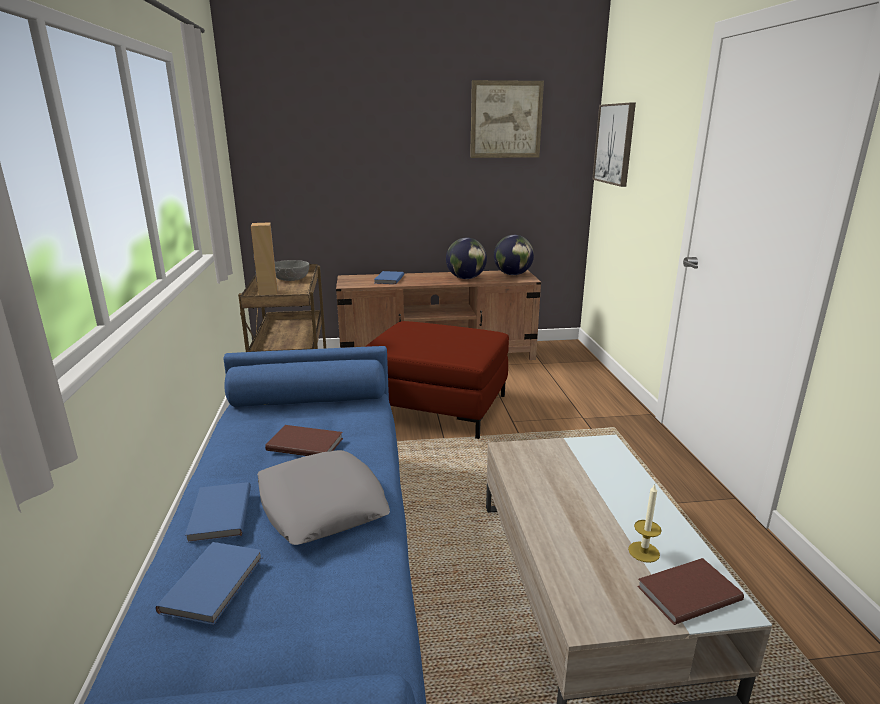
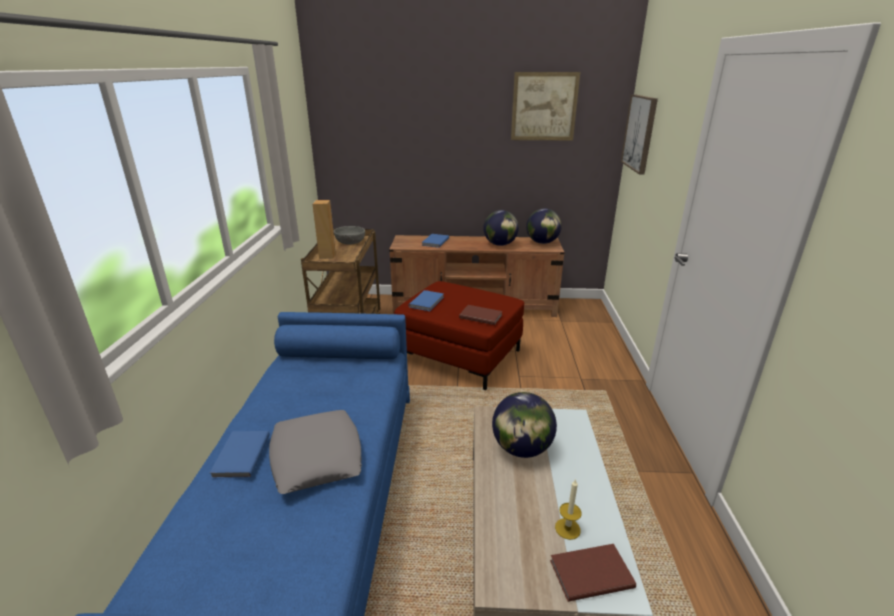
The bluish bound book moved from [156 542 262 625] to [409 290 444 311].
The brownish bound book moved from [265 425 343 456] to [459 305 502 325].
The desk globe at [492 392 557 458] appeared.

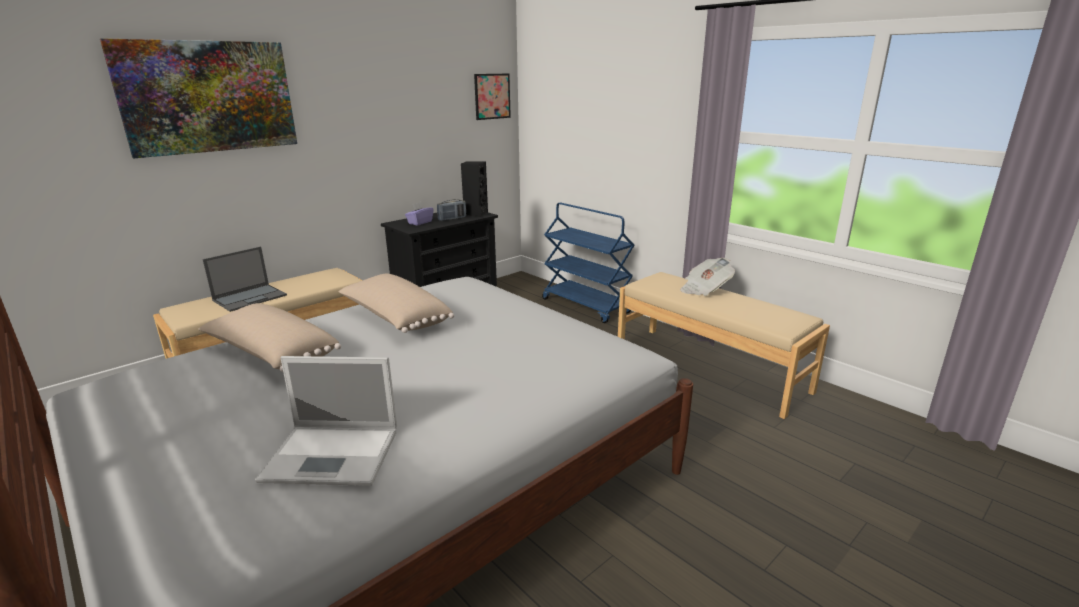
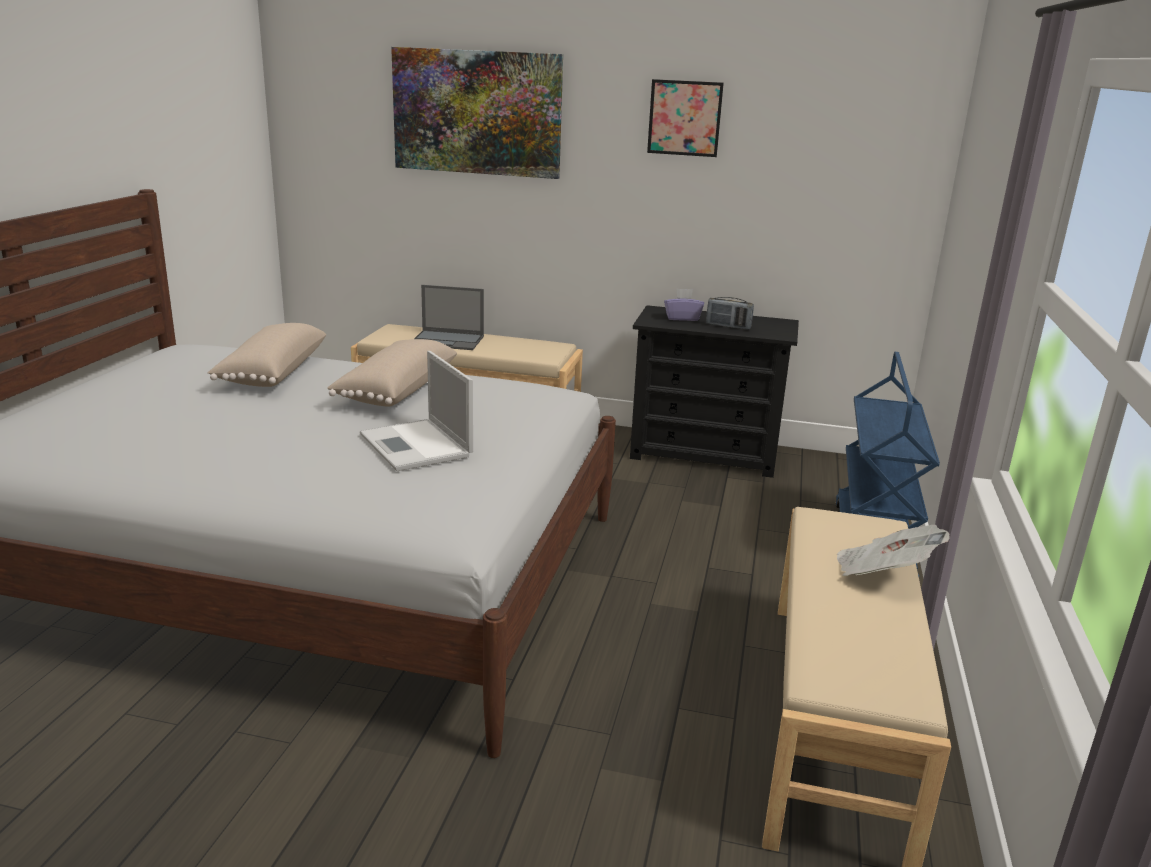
The laptop moved from [255 356 397 486] to [360 351 473 471].
The black-coloured audio speaker at [461 161 488 217] disappeared.
The wall art moved from [474 74 511 120] to [647 79 724 157].

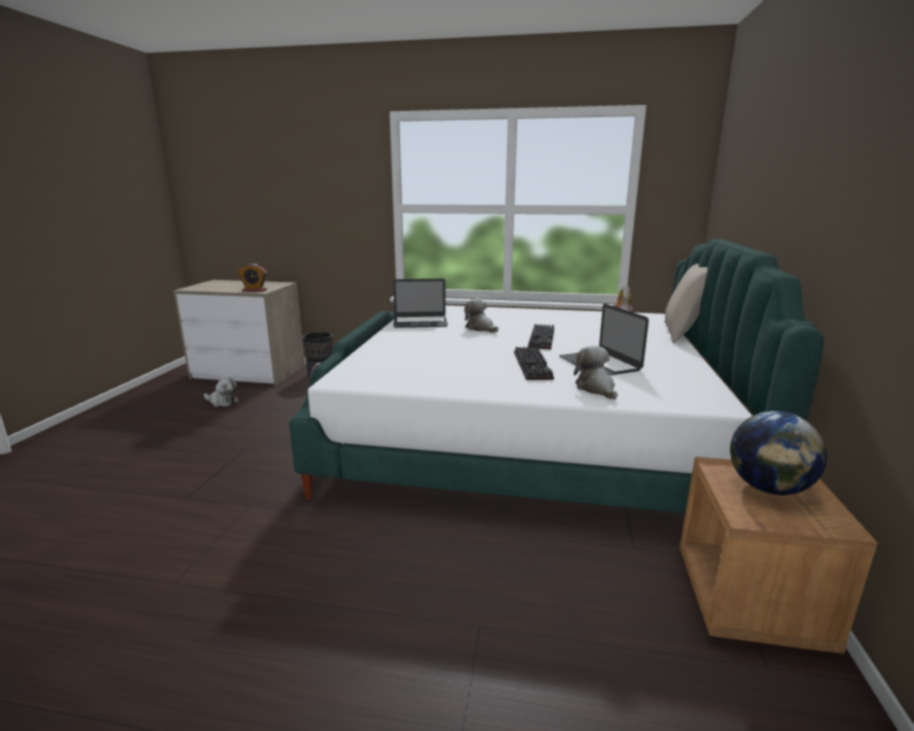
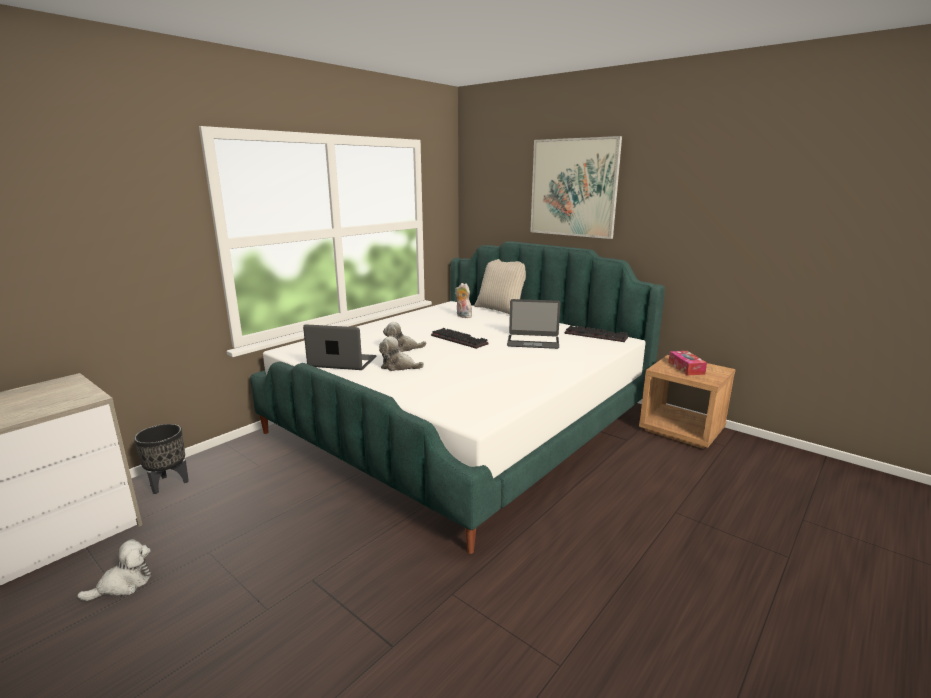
The alarm clock at [238 263 267 292] disappeared.
The laptop at [393 279 448 328] turned 105 degrees counterclockwise.
The keyboard moved from [514 347 554 380] to [564 325 628 342].
The plush toy moved from [574 345 618 400] to [379 336 424 371].
The desk globe at [730 411 827 495] was replaced by the box of tissues at [668 351 707 376].
The wall art at [530 136 622 239] appeared.

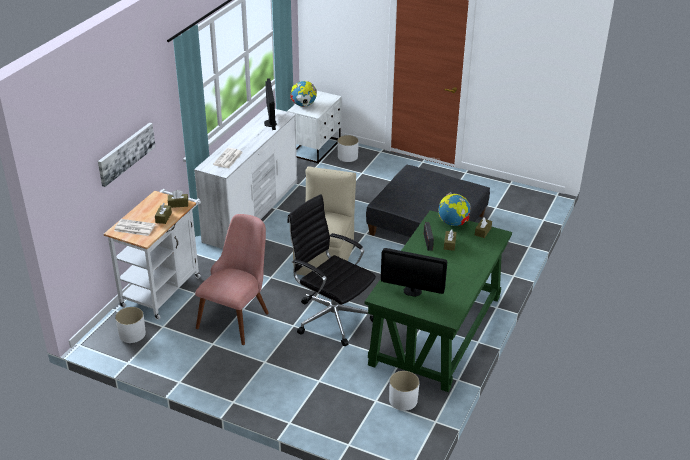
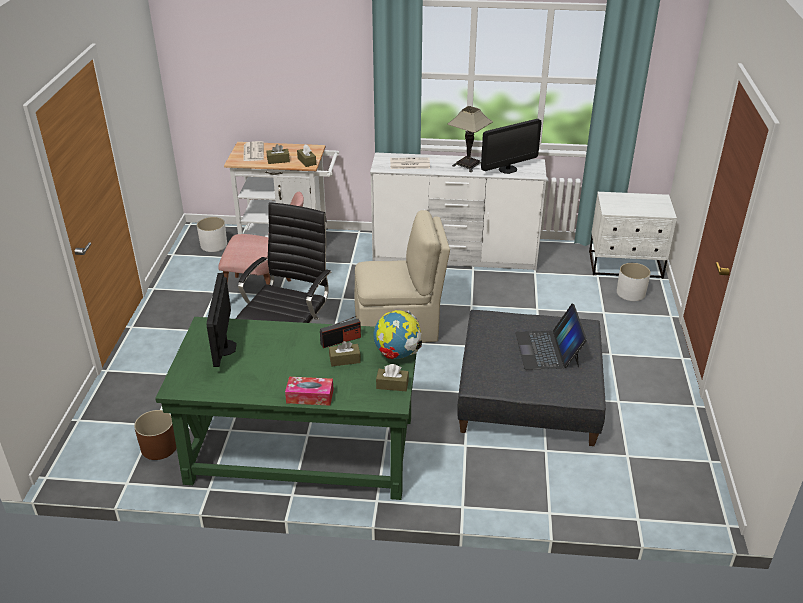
The wall art at [98 123 156 187] disappeared.
The desk globe at [290 81 317 107] disappeared.
The white-coloured plant pot at [389 371 420 411] became the brownish plant pot at [134 410 177 460].
The box of tissues at [285 377 334 406] appeared.
The table lamp at [447 106 493 173] appeared.
The laptop at [515 304 587 370] appeared.

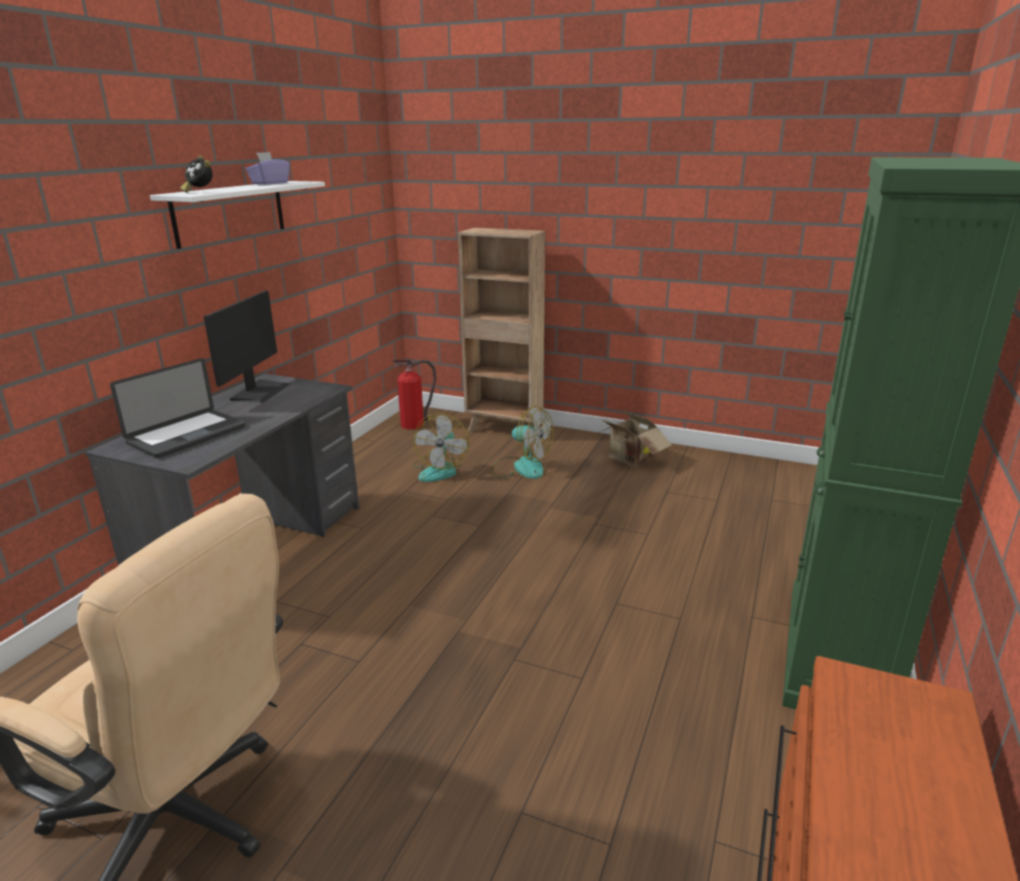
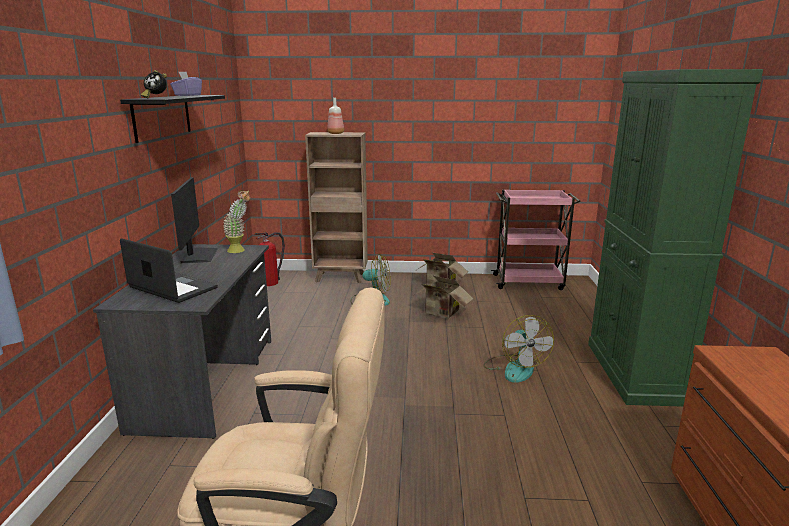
The laptop at [110 358 246 458] turned 75 degrees counterclockwise.
The white-coloured bracket shelf at [150 181 325 249] became the black-coloured bracket shelf at [120 95 225 143].
The electric fan moved from [413 413 469 482] to [483 315 554 383].
The houseplant at [223 190 251 253] appeared.
The bottle at [327 98 344 134] appeared.
The packing box at [413 276 474 319] appeared.
The pink trolley at [491 190 581 290] appeared.

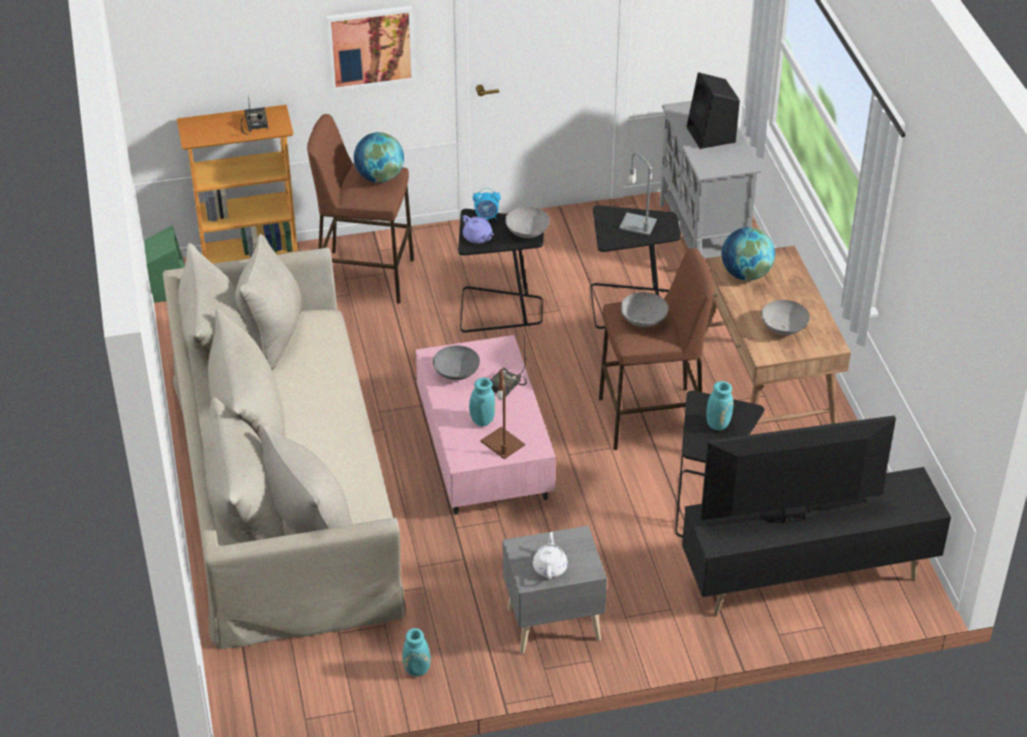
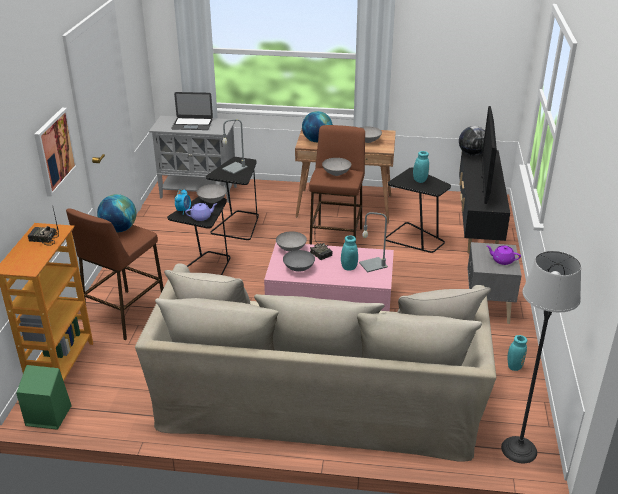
The brownish table lamp at [481 369 525 459] became the greyish table lamp at [359 212 388 272].
The white-coloured tea pot at [533 532 568 579] became the purple tea pot at [487 246 521 265].
The black-coloured audio speaker at [686 72 740 149] was replaced by the laptop at [171 92 213 130].
The greyish serving bowl at [276 231 307 252] appeared.
The desk globe at [459 126 485 156] appeared.
The floor lamp at [501 251 581 463] appeared.

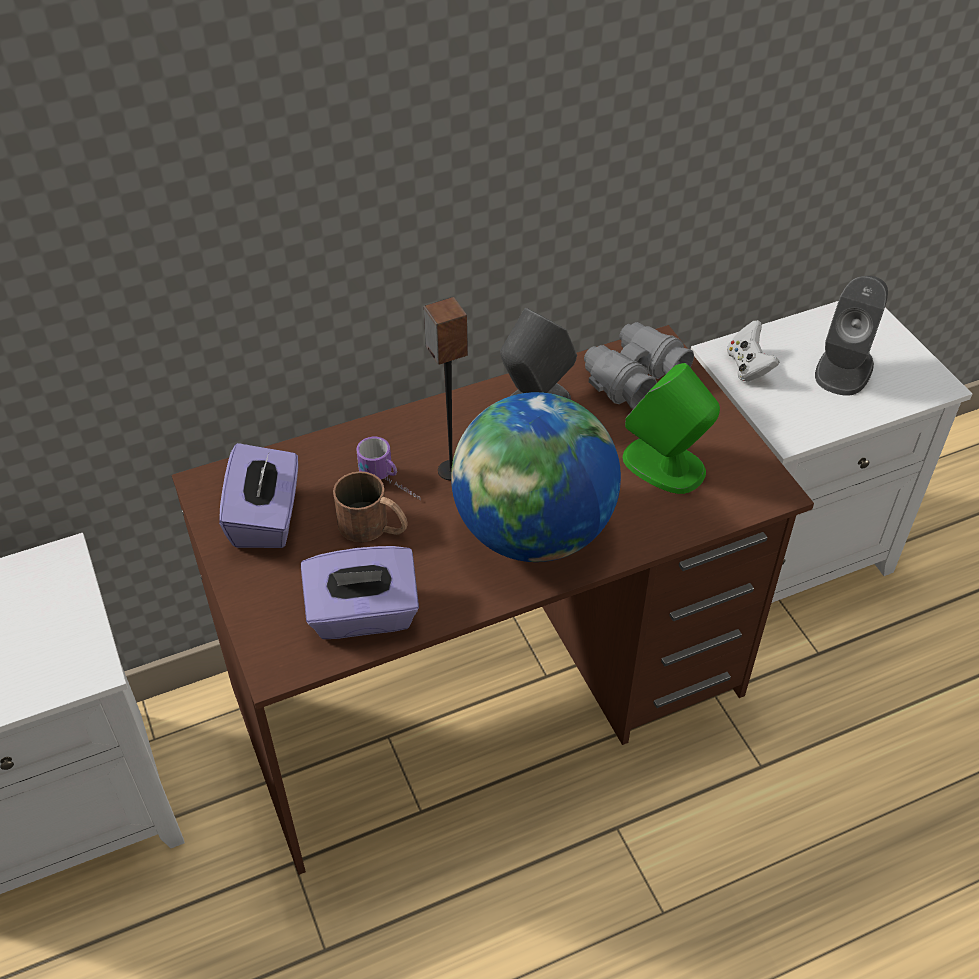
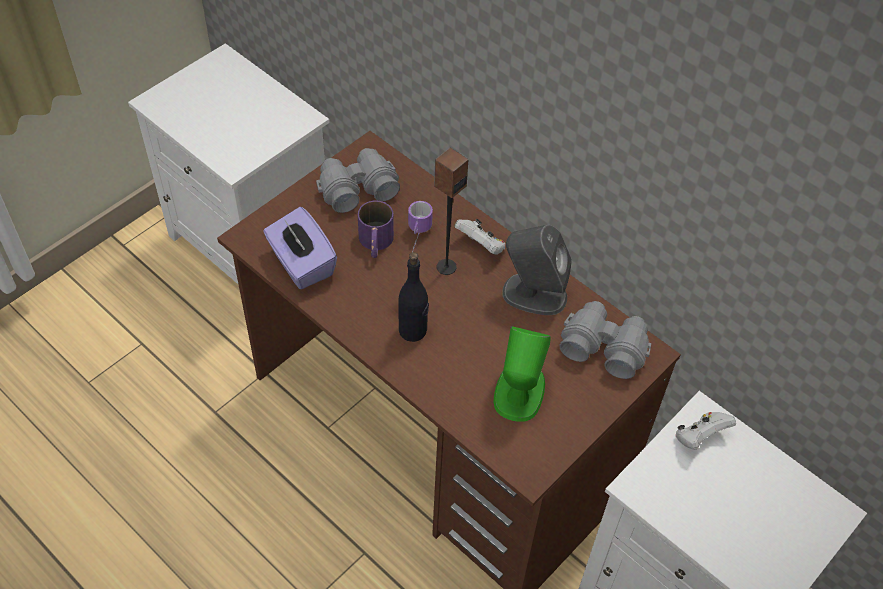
The purple box of tissues at [219 443 298 548] was replaced by the greyish pair of binoculars at [316 148 400 213].
The brownish coffee mug at [333 471 408 542] became the purple coffee mug at [358 200 394 258].
The desk globe at [451 392 621 562] was replaced by the black-coloured bottle at [399 252 429 342].
The greyish audio speaker at [815 276 888 396] disappeared.
The white-coloured gamepad at [454 219 505 255] appeared.

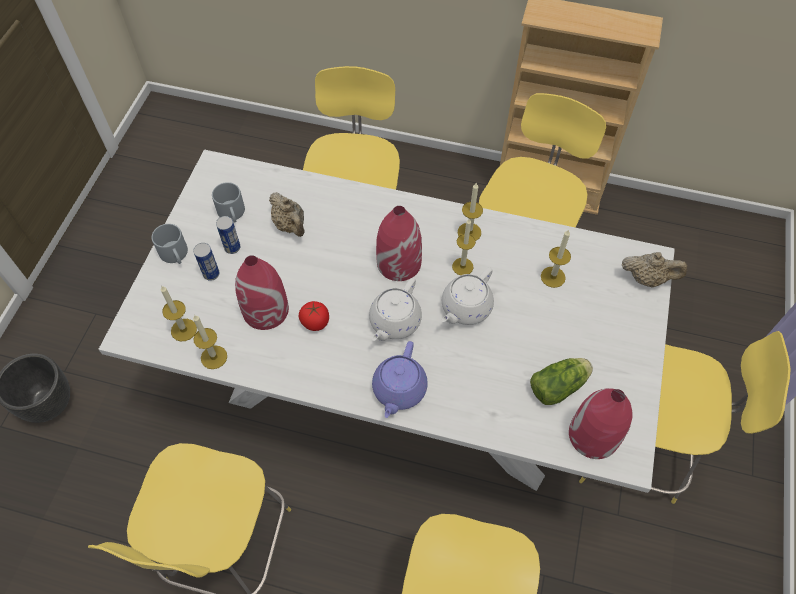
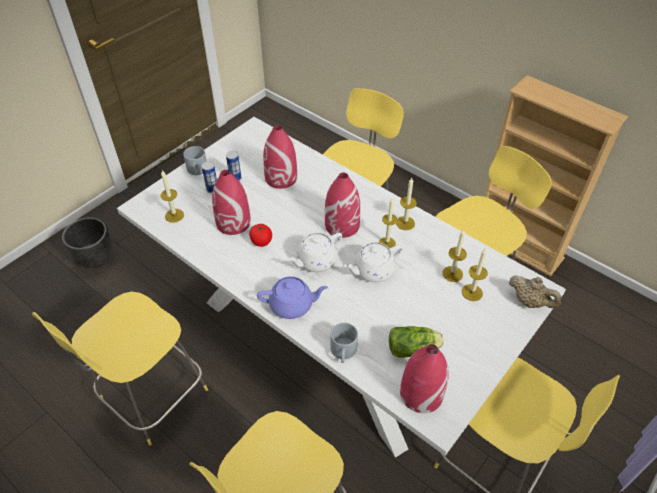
The candle moved from [193 315 227 369] to [462 248 488 301].
The greyish coffee mug moved from [212 182 245 223] to [330 323 358 363].
The sand-coloured tea pot at [269 192 305 237] was replaced by the reddish decorative vase at [263 125 297 189].
The purple tea pot at [372 341 428 418] turned 135 degrees counterclockwise.

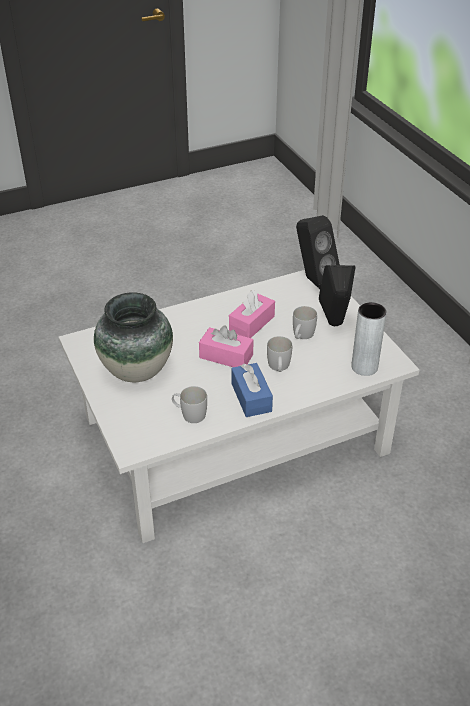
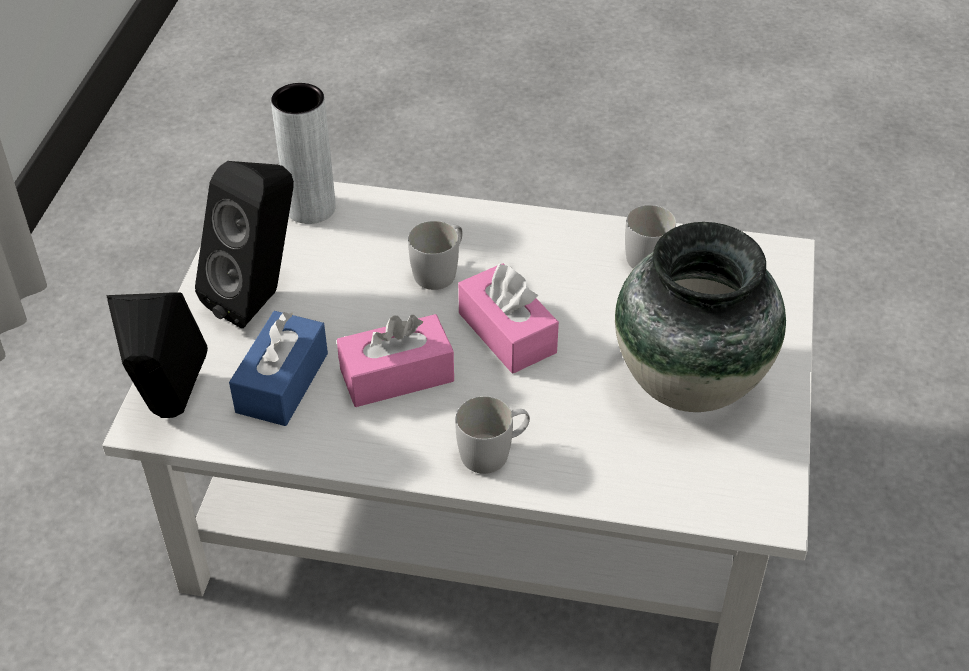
The bluish box of tissues moved from [231 363 273 417] to [229 311 328 426].
The white-coloured coffee mug moved from [293 306 317 339] to [455 396 530 474].

